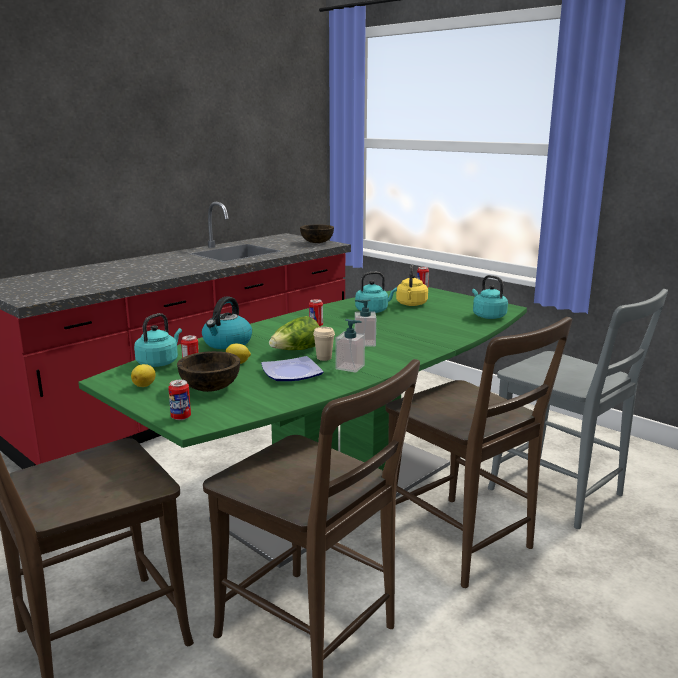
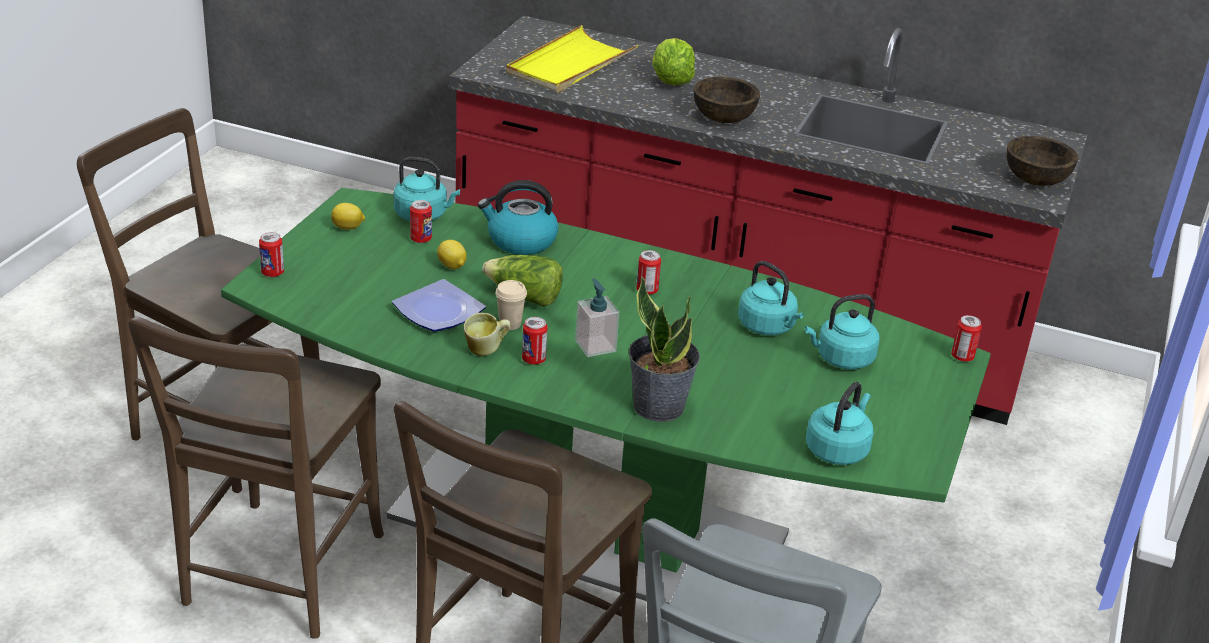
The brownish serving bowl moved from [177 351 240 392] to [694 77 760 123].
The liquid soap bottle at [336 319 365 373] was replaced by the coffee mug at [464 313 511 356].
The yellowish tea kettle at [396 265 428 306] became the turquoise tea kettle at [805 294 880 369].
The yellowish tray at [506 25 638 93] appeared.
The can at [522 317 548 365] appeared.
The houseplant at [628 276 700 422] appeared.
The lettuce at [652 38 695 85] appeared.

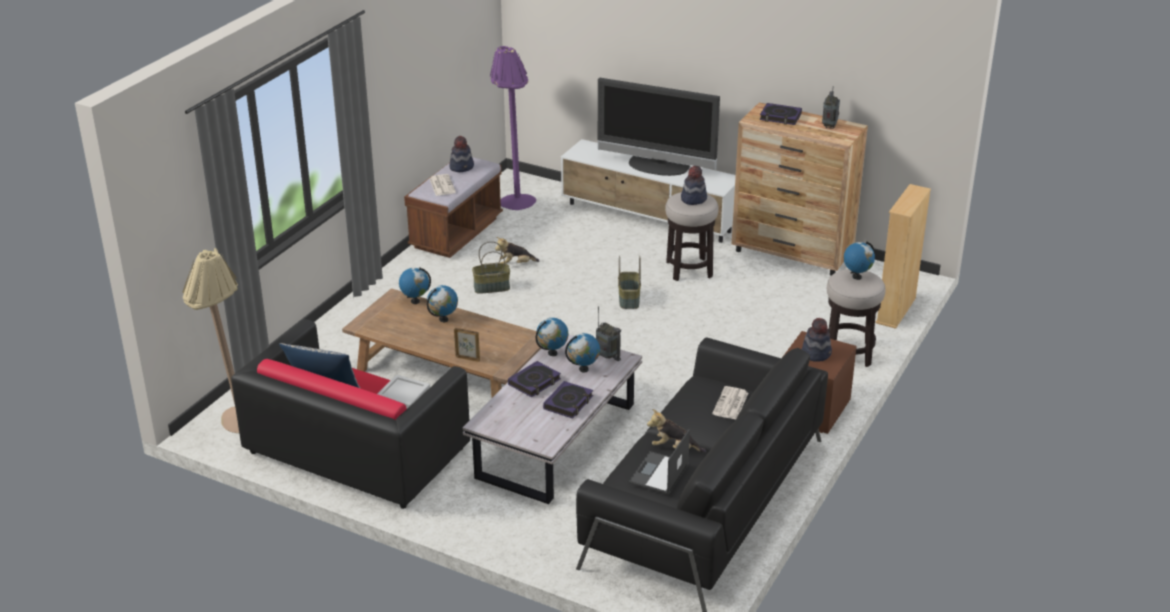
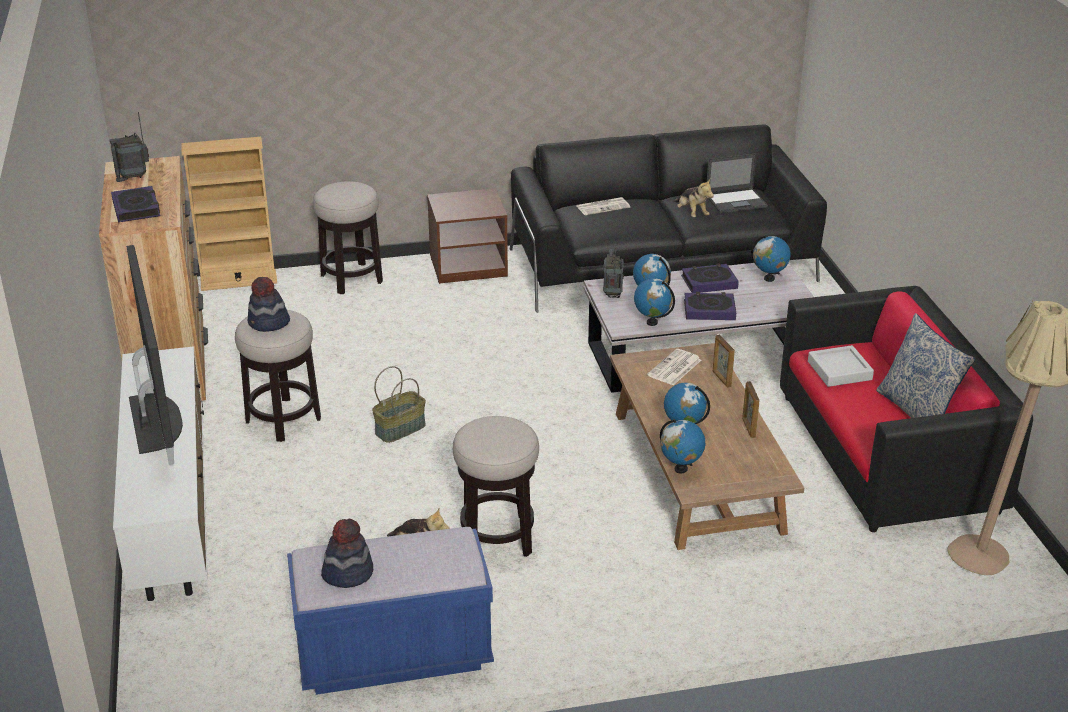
The brownish long seat at [404 157 503 258] became the bluish long seat at [287 527 494 695].
The daily paper moved from [429 174 456 196] to [647 349 701 385].
The household basket at [472 241 510 294] was replaced by the sitting stool at [453 416 539 557].
The purple floor lamp at [490 46 536 210] disappeared.
The wearable hat at [802 318 832 361] disappeared.
The desk globe moved from [844 241 875 280] to [751 235 791 282].
The picture frame at [742 381 759 438] appeared.

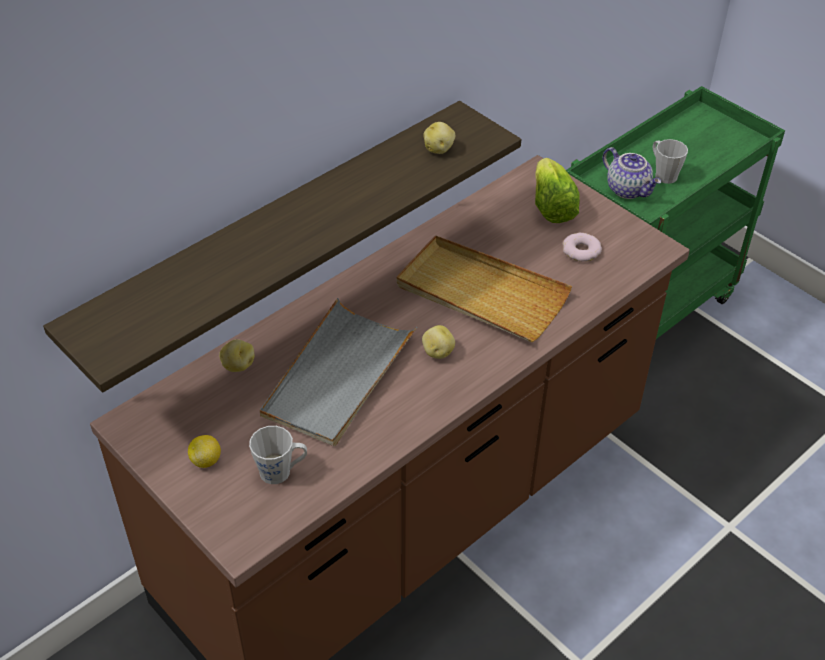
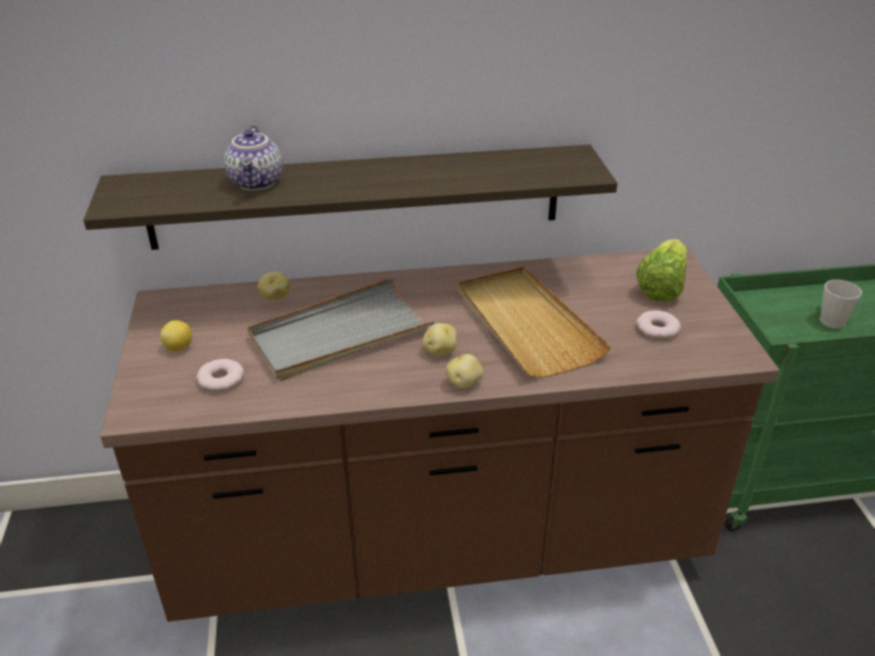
The greyish coffee mug at [249 426 307 484] was replaced by the donut at [196 359 244 392].
The whole potato moved from [424 122 455 154] to [446 354 484 389].
The tea pot moved from [603 147 661 199] to [224 125 283 191].

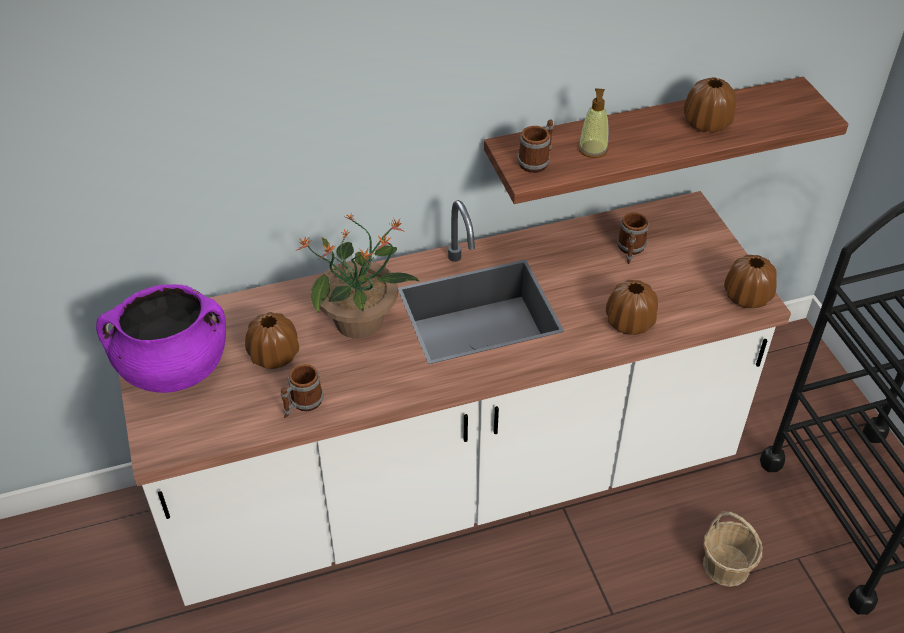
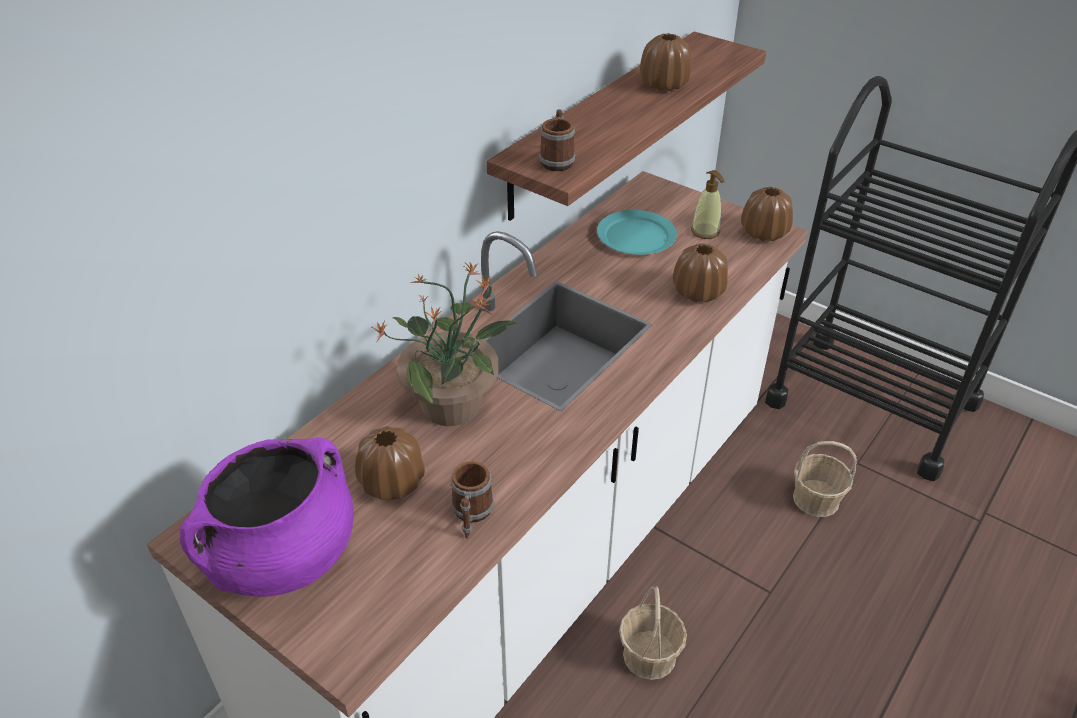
The liquid soap bottle moved from [578 88 609 158] to [691 170 724 239].
The coffee mug at [617 213 649 264] was replaced by the turquoise plate at [597 210 677 255].
The household basket at [619 586 687 680] appeared.

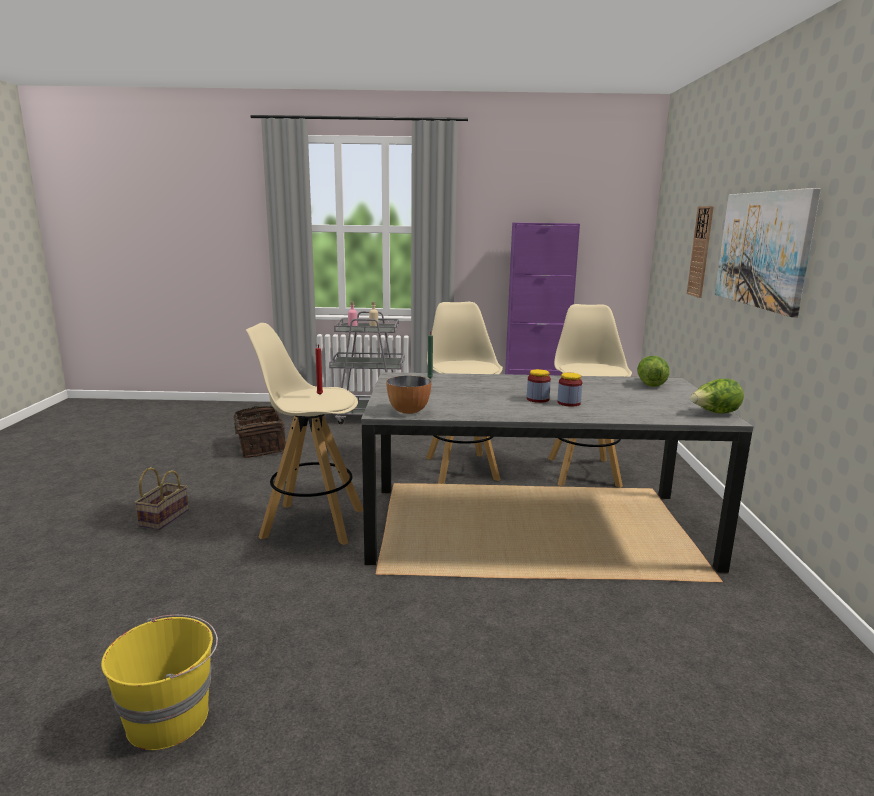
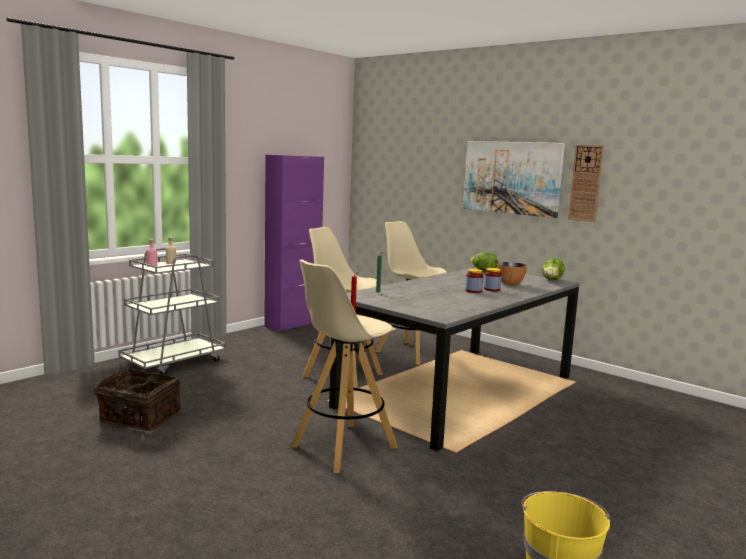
The household basket at [135 467 189 530] disappeared.
The serving bowl moved from [386 376 431 414] to [497 262 527 285].
The clock on the wall moved from [687 206 714 298] to [568 145 604 222].

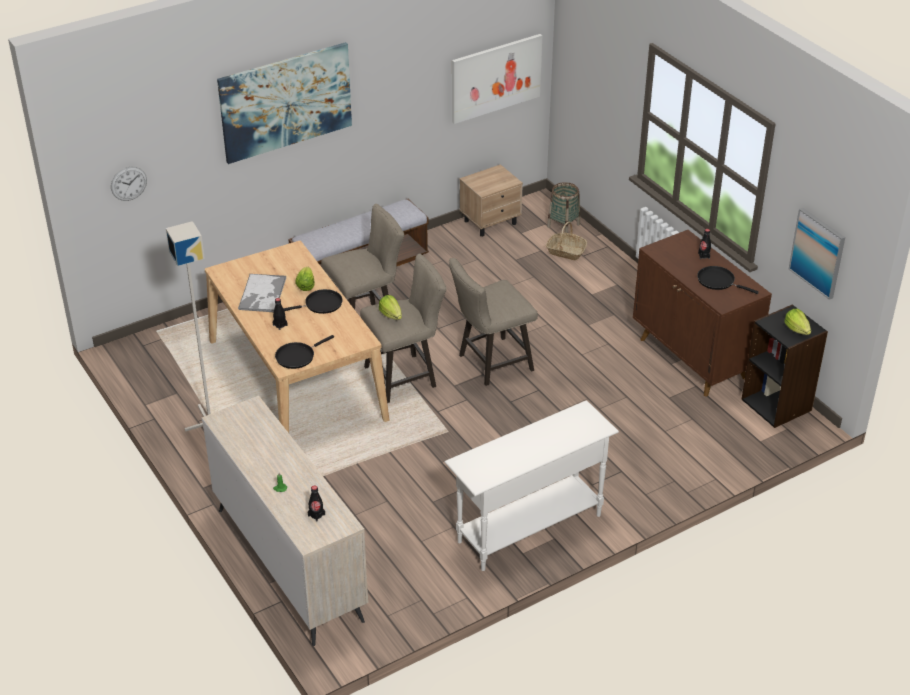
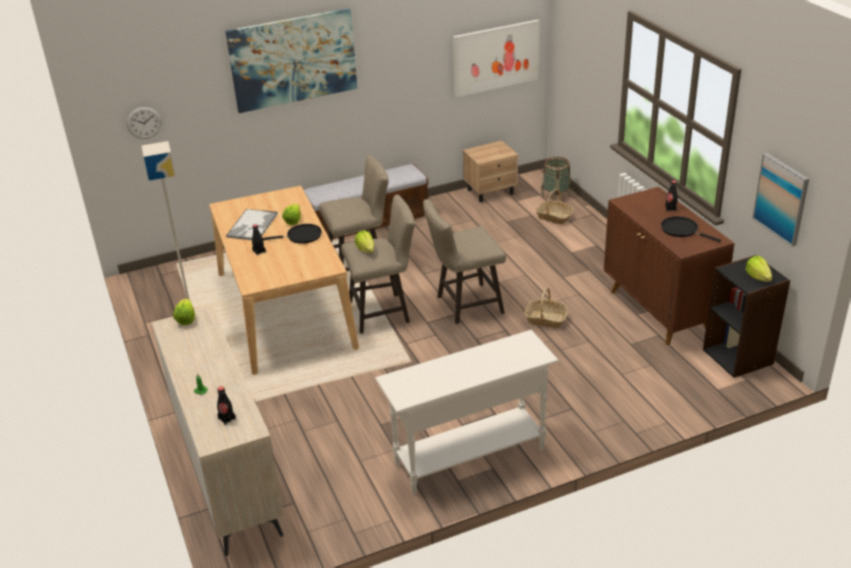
The black-coloured frying pan at [275 335 334 369] disappeared.
The lettuce at [173 298 195 325] appeared.
The household basket at [524 288 568 328] appeared.

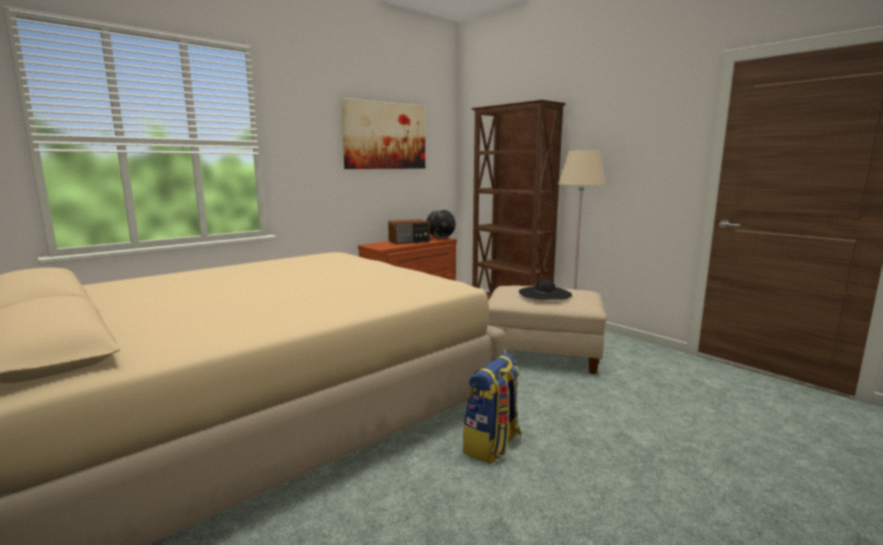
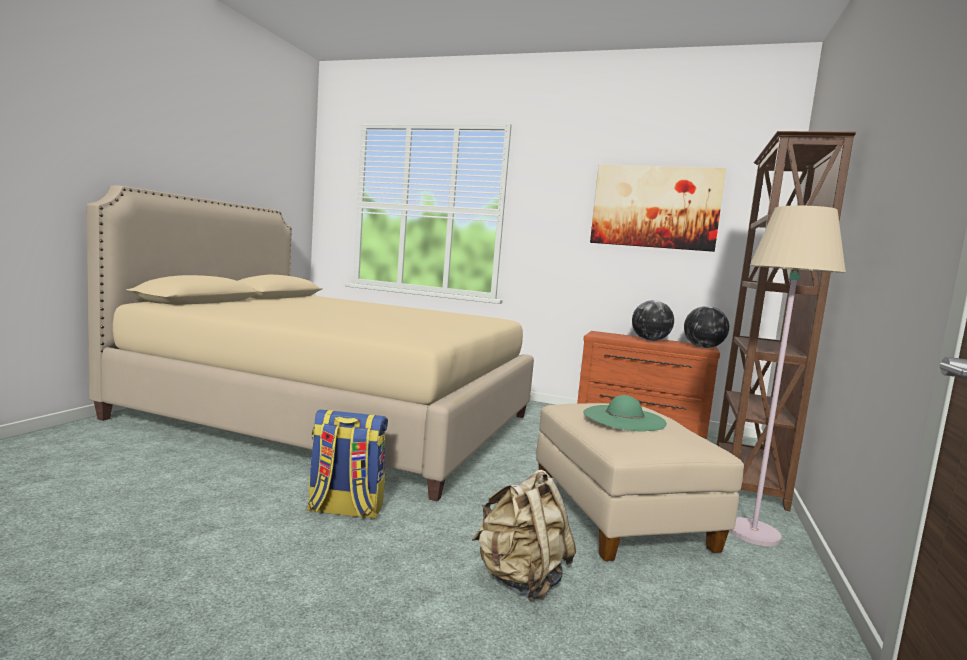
The radio at [388 219 430 244] was replaced by the desk globe at [632 300 674 341].
The black-coloured wearable hat at [519 279 572 300] became the green-coloured wearable hat at [583 395 667 431].
The sand-coloured rucksack at [472 470 576 601] appeared.

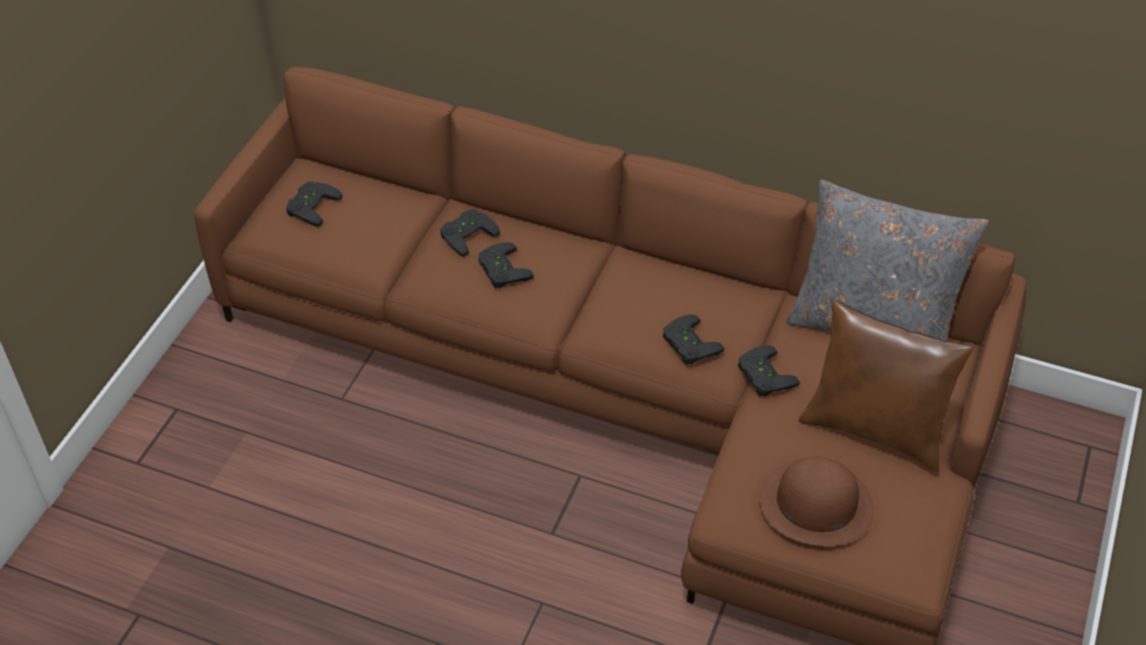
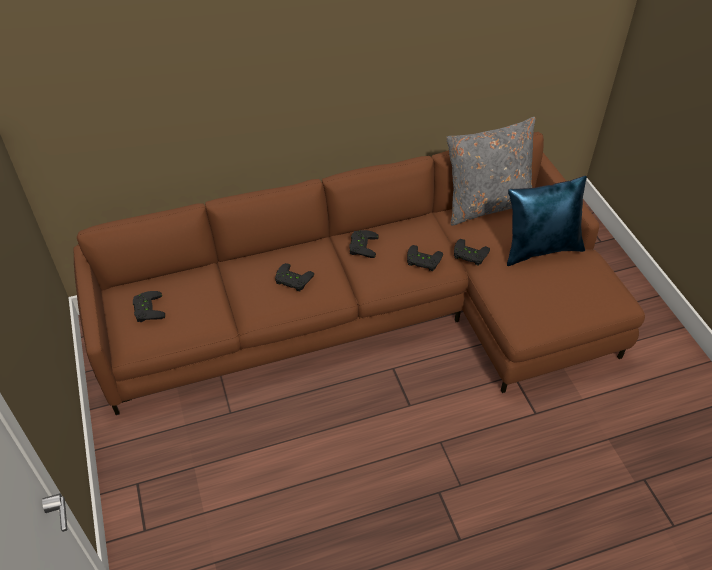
The black-coloured gamepad moved from [440 209 500 257] to [349 230 379 258].
The brownish wearable hat at [759 457 874 546] disappeared.
The brownish throw pillow at [799 300 974 471] became the bluish throw pillow at [507 176 587 266].

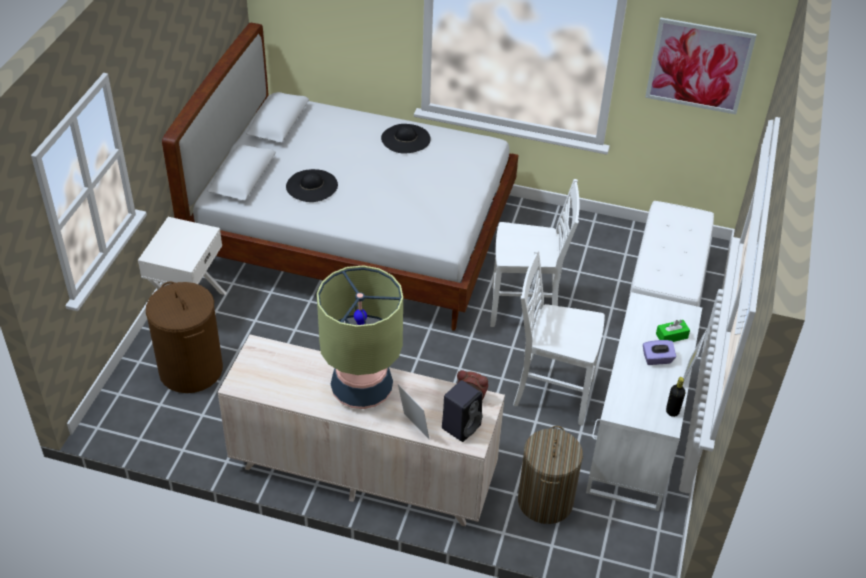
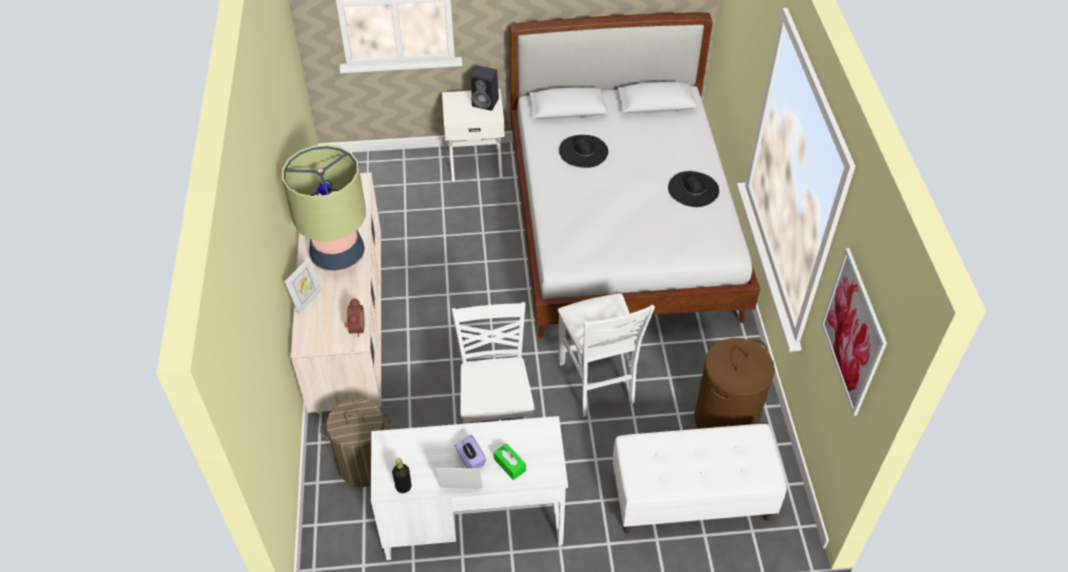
The brownish washing basket moved from [146 282 223 393] to [694 338 775 429].
The black-coloured audio speaker moved from [442 380 483 442] to [471 66 499 111].

